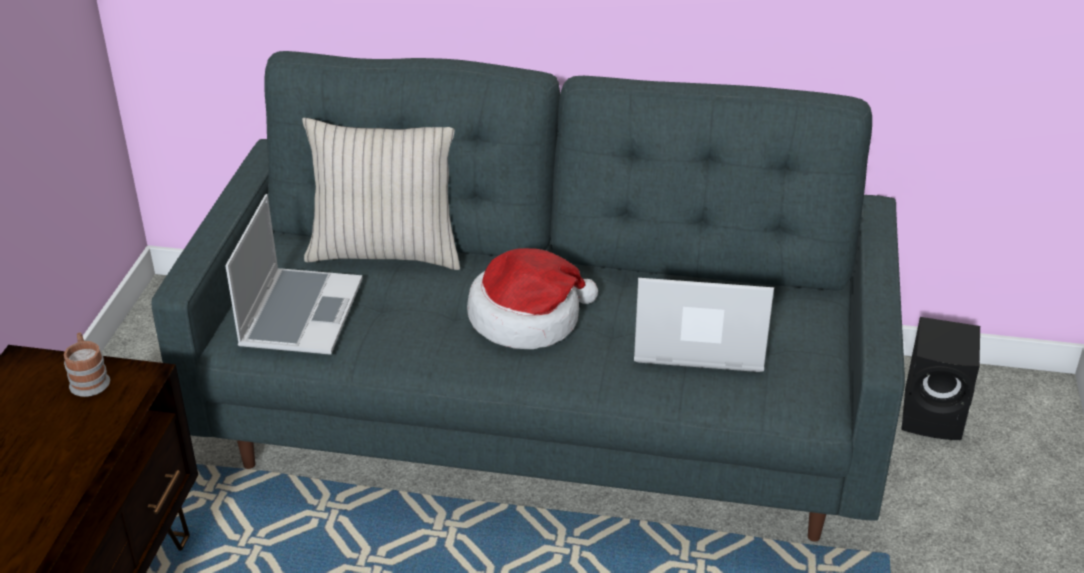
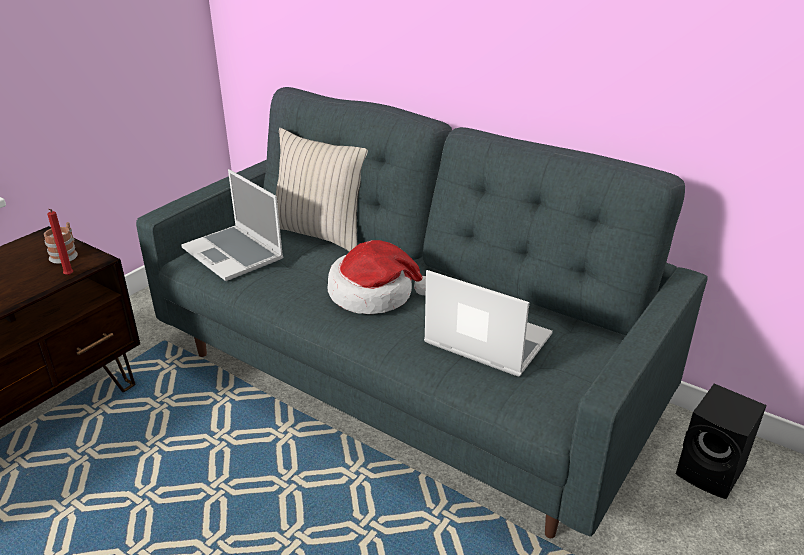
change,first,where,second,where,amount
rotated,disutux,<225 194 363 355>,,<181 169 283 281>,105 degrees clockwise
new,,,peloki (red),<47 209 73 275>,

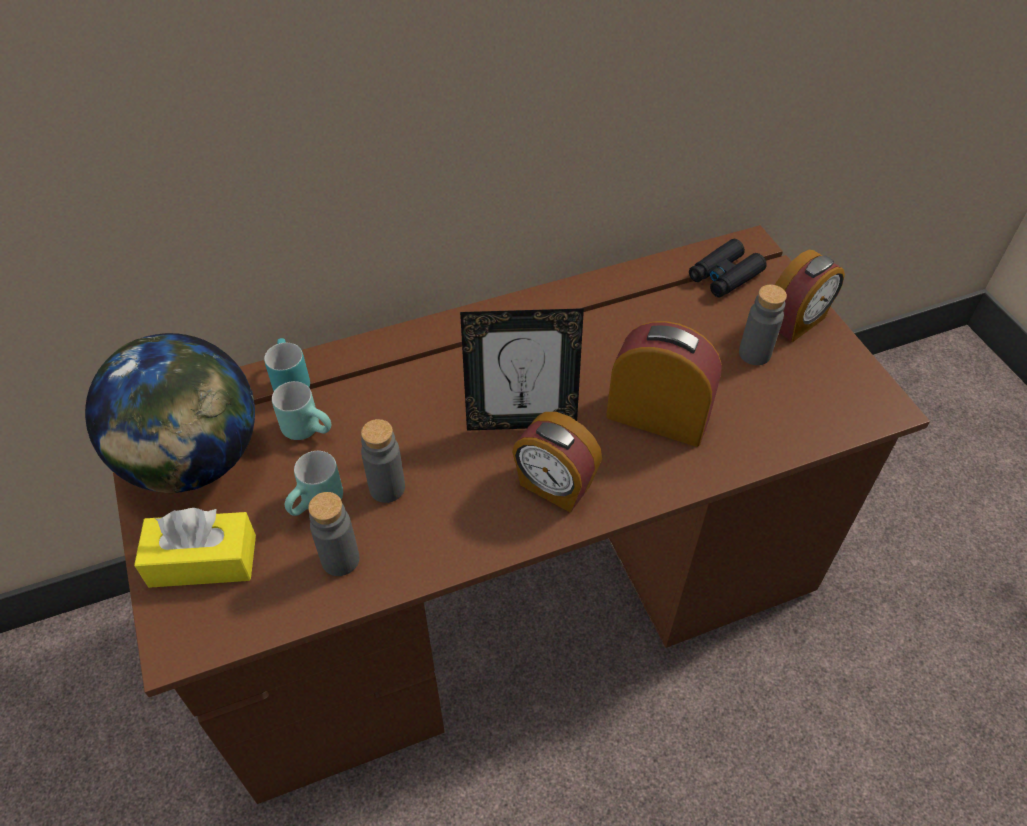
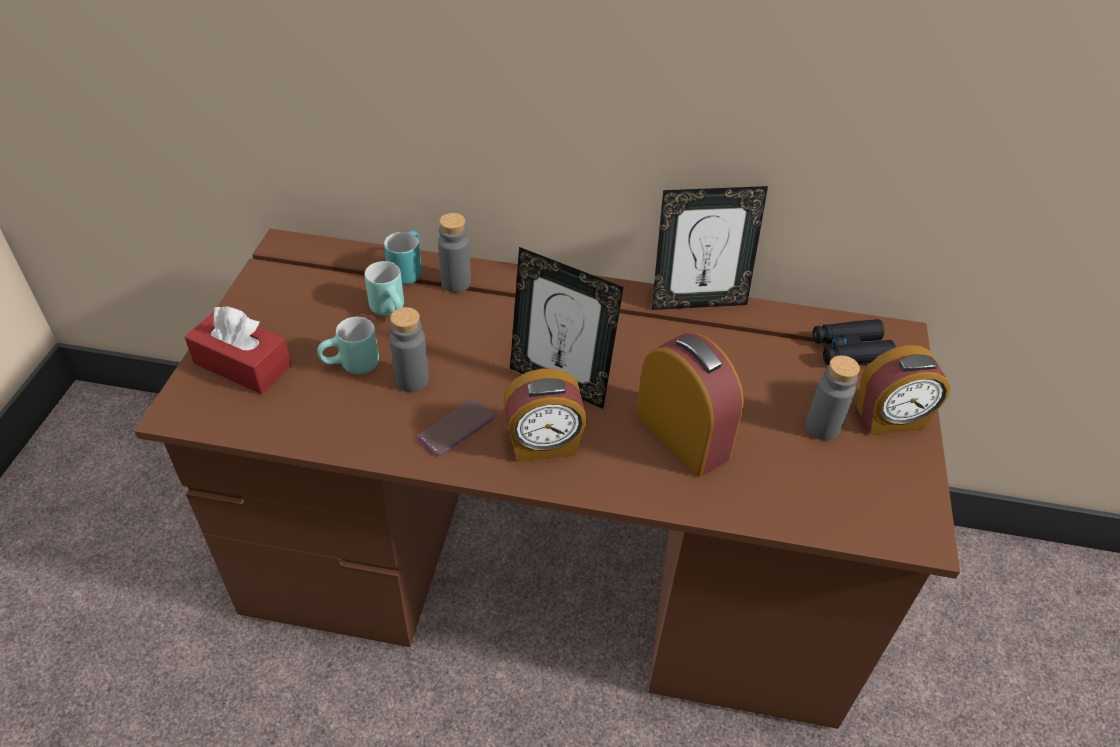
change,first,where,second,where,amount
gone,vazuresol,<85 333 255 493>,,,
repainted,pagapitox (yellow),<134 508 256 588>,pagapitox (red),<184 306 292 394>,
shifted,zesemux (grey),<308 492 359 576>,,<438 213 471 293>,
rotated,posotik,<512 412 602 513>,,<503 368 587 462>,75 degrees counterclockwise
new,,,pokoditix,<418 399 495 456>,
new,,,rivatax,<652 186 768 310>,

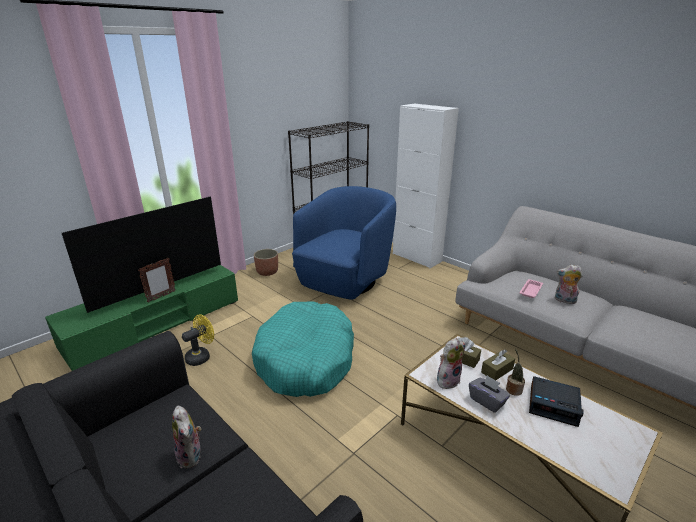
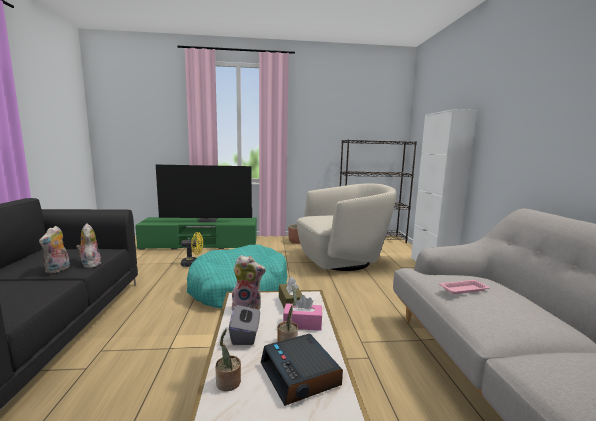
change,first,where,second,where,amount
gone,rivatax,<138 258 176 303>,,,
repainted,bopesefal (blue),<292 186 396 300>,bopesefal (beige),<297 183 397 271>,
repainted,pagapitox (brown),<481 350 515 380>,pagapitox (pink),<283 295 322 331>,
shifted,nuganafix,<555 265 582 304>,,<76 223 101 268>,
new,,,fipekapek,<215 329 241 391>,

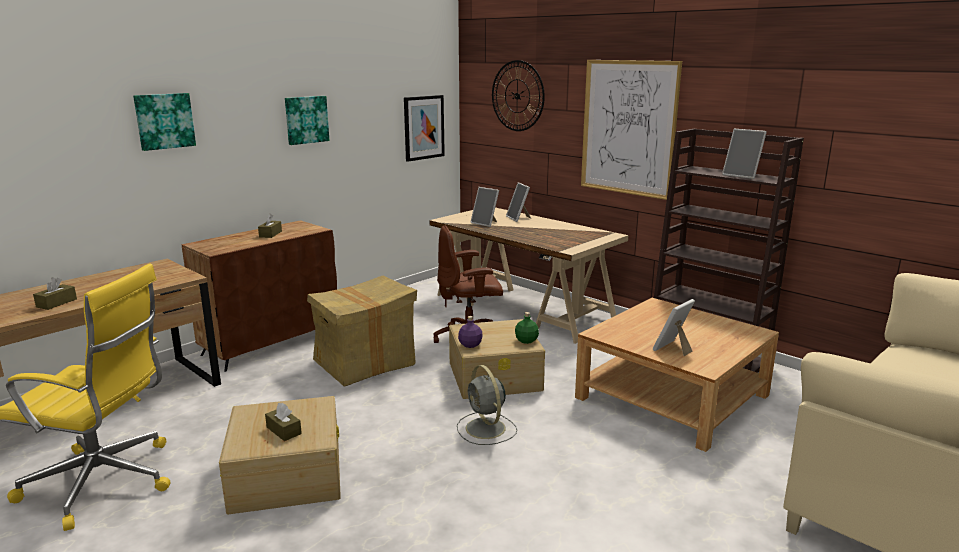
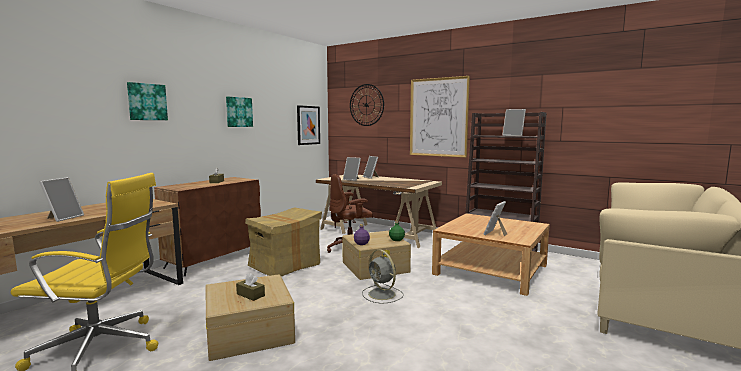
change,first,where,second,where,amount
swapped,pagapitox (brown),<33 277 77 310>,rivatax,<40 177 84 222>,

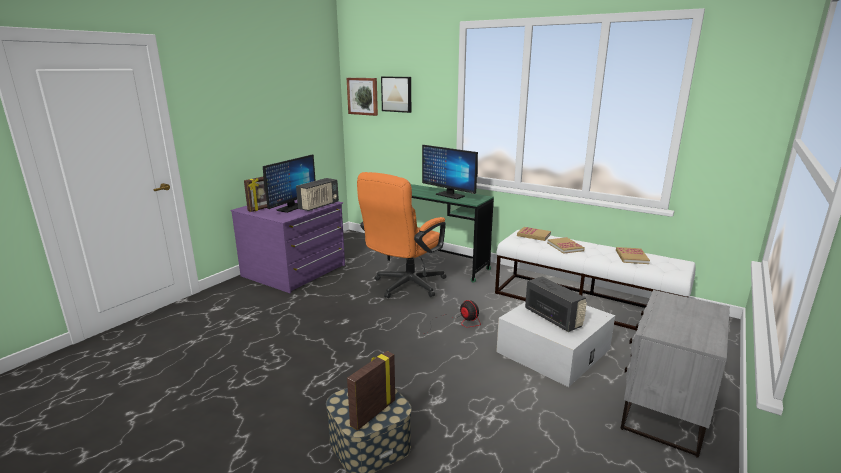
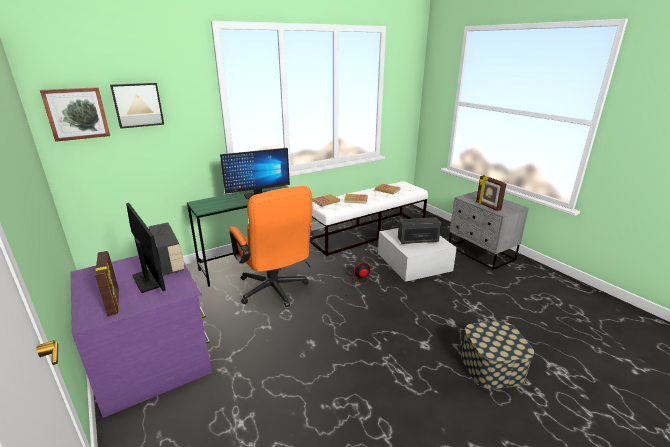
change,first,where,second,where,amount
shifted,rivatax,<347 351 395 431>,,<476 175 507 211>,

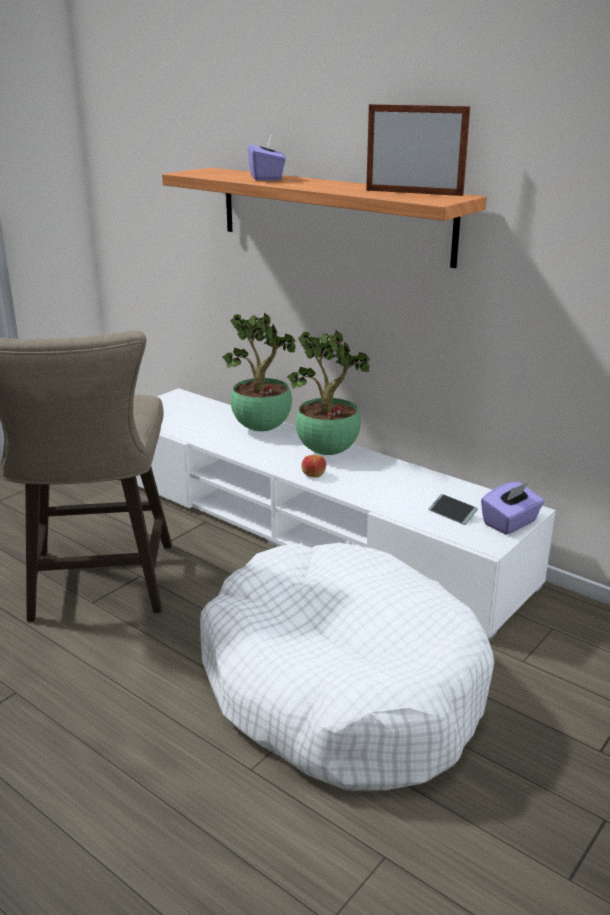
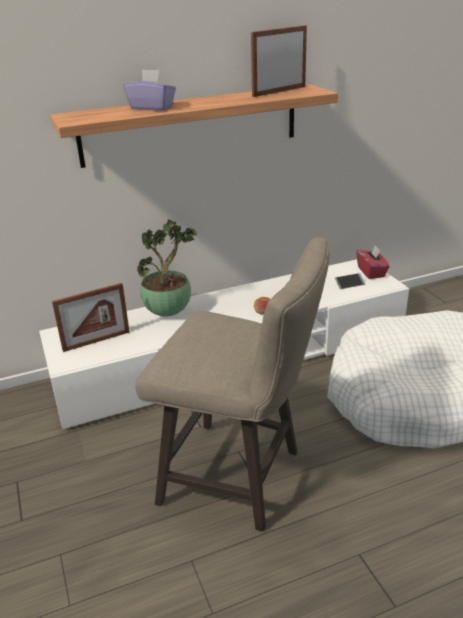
change,first,where,second,where,amount
gone,fipekapek,<287 331 370 455>,,,
repainted,pagapitox (purple),<481 482 544 535>,pagapitox (red),<357 245 390 279>,
new,,,rivatax,<52 283 130 352>,

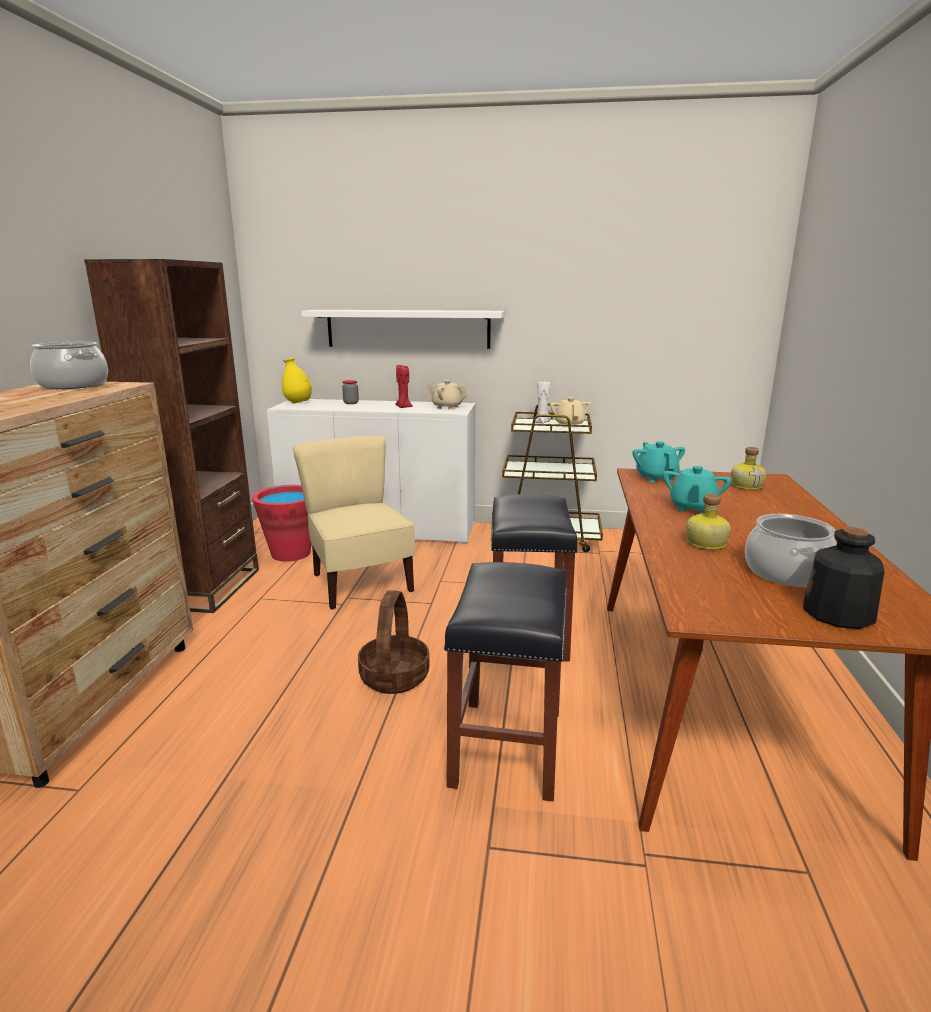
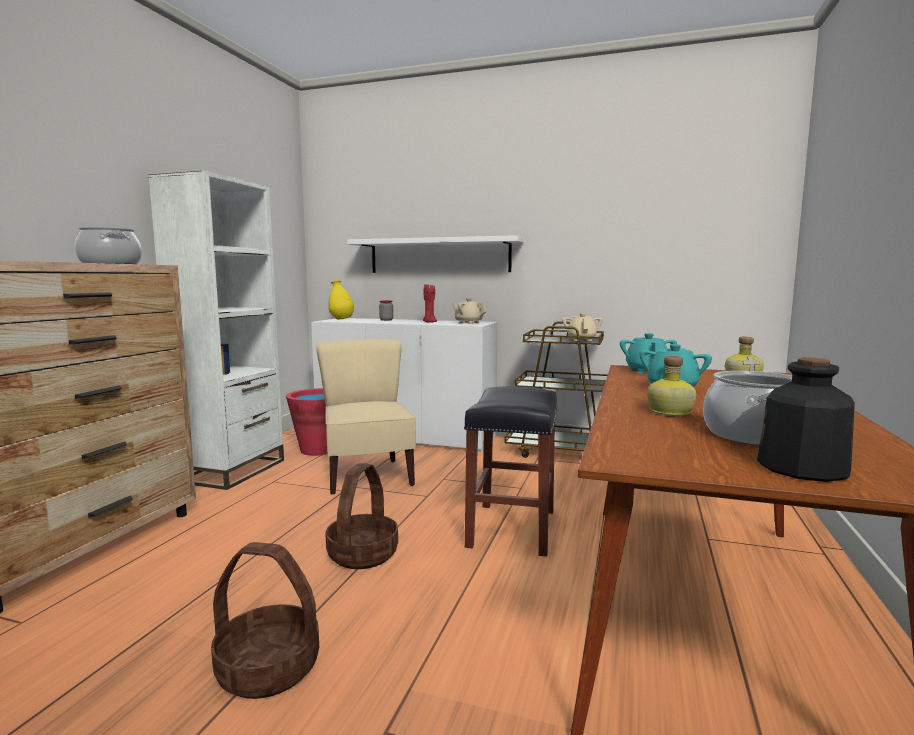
change,first,where,second,where,amount
repainted,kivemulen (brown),<84 259 259 613>,kivemulen (white),<148 170 284 490>,
gone,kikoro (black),<444 562 567 801>,,,
gone,peloki (white),<535 381 550 423>,,,
new,,,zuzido,<211 542 319 699>,

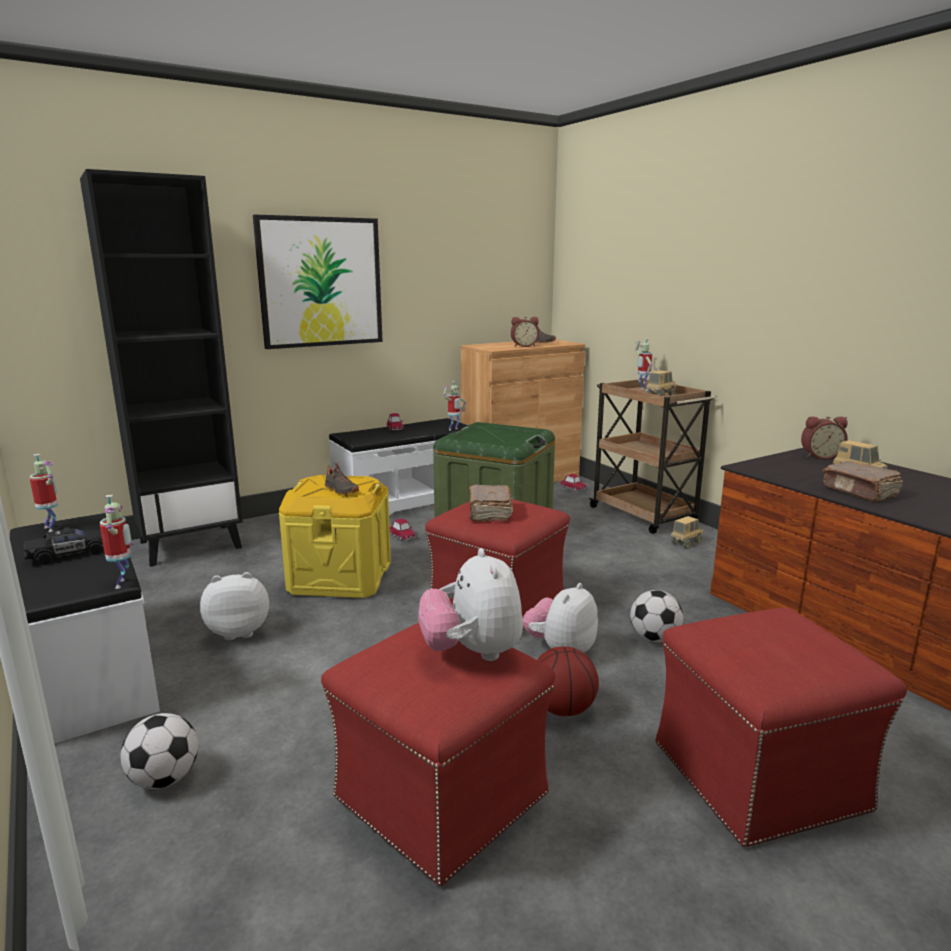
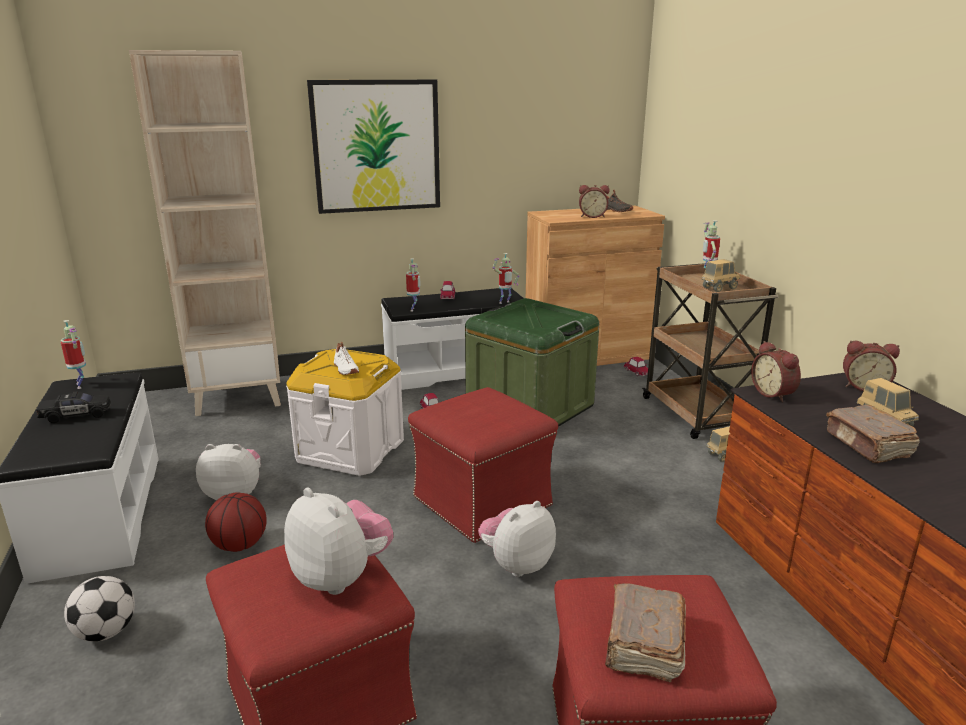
change,first,where,second,where,amount
repainted,kivemulen (black),<80 169 243 567>,kivemulen (beige),<129 50 281 416>,
shifted,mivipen,<100 495 134 589>,,<406 258 421 312>,
repainted,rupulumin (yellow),<279 475 391 598>,rupulumin (white),<286 349 404 476>,
repainted,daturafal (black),<325 462 359 495>,daturafal (white),<334 342 359 375>,
rotated,nuganafix,<418 548 523 661>,,<284 488 394 595>,135 degrees clockwise
shifted,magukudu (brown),<469 485 513 521>,,<605 583 686 682>,
shifted,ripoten,<537 646 599 716>,,<205 492 267 552>,
gone,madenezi,<630 590 683 642>,,,
new,,,posotik,<751 341 801 402>,

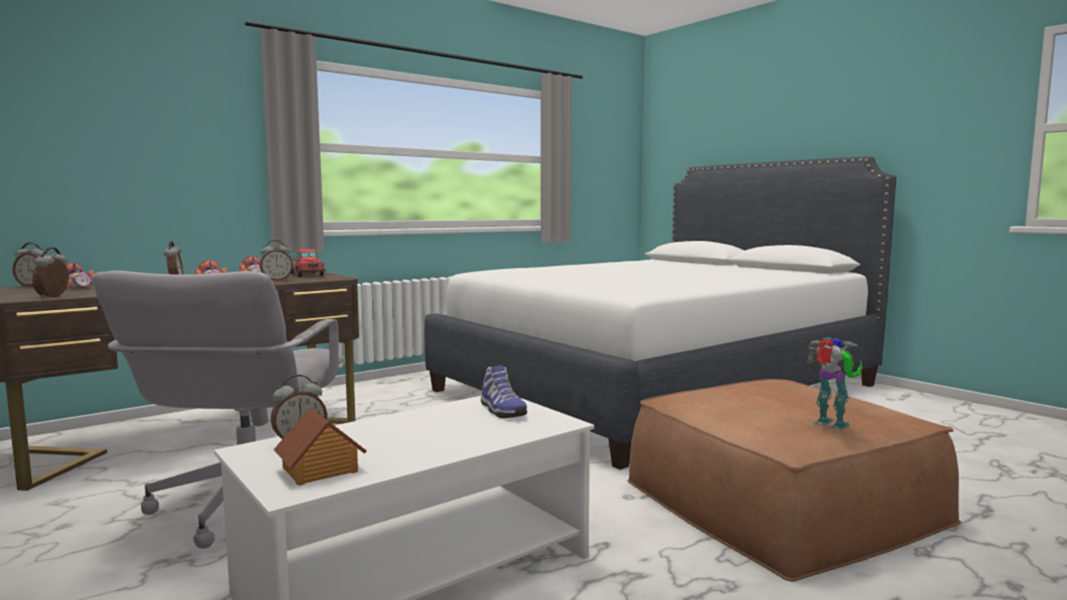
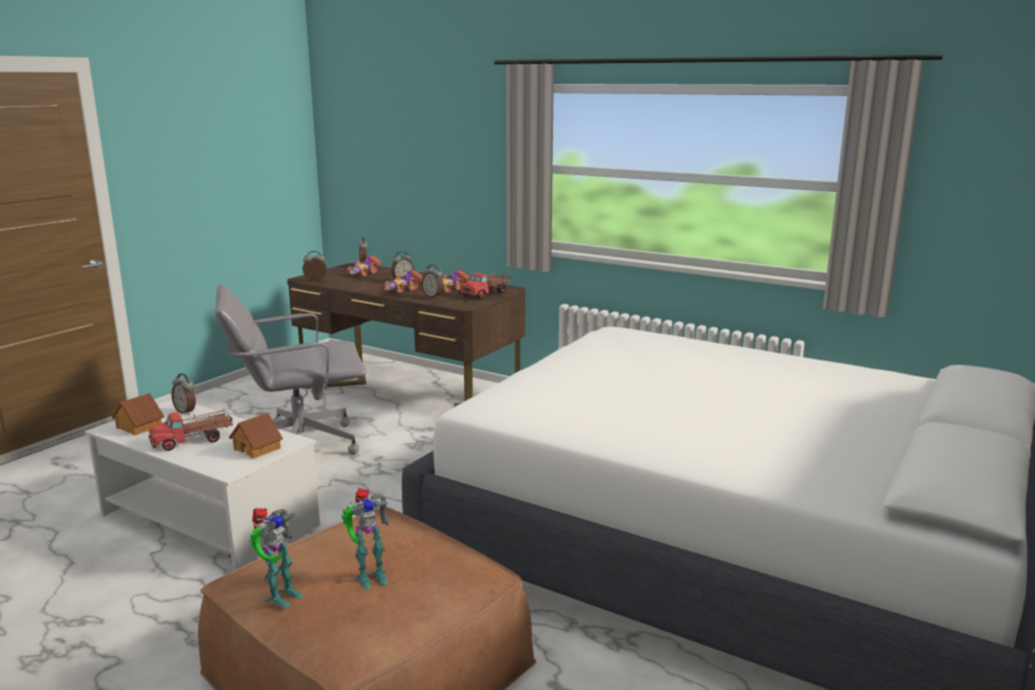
change,first,where,second,where,amount
swapped,daturafal,<481 365 527 418>,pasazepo,<229 413 283 459>,
new,,,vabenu,<148 410 233 451>,
new,,,mivipen,<341 488 389 589>,

